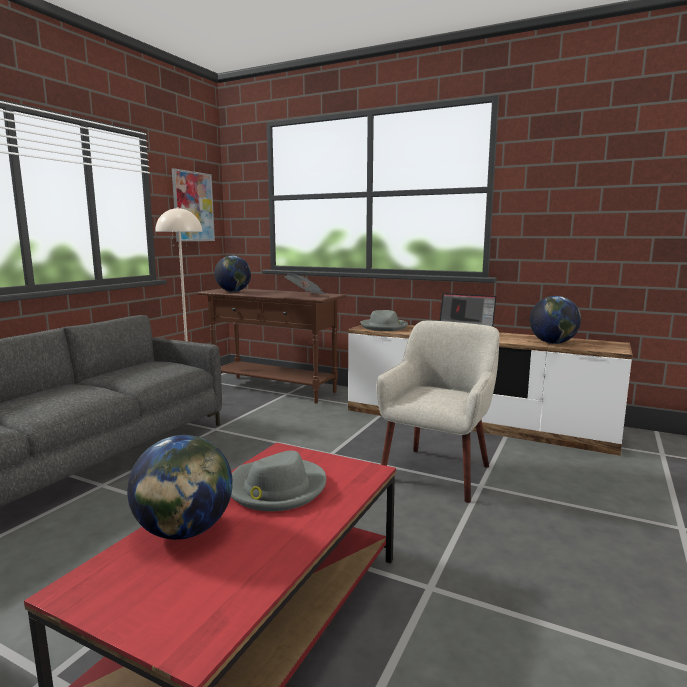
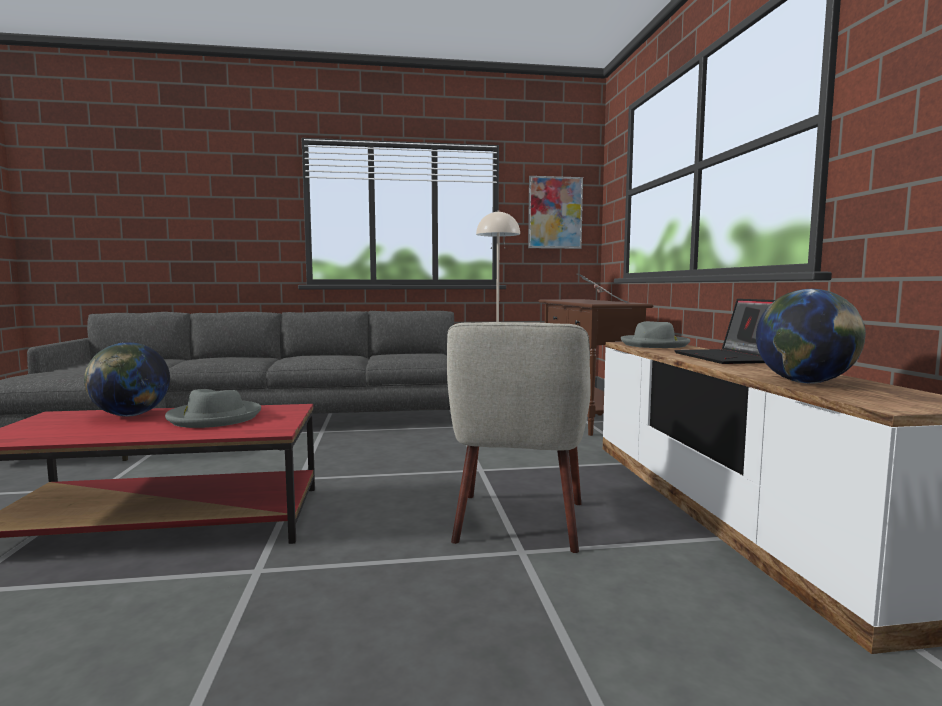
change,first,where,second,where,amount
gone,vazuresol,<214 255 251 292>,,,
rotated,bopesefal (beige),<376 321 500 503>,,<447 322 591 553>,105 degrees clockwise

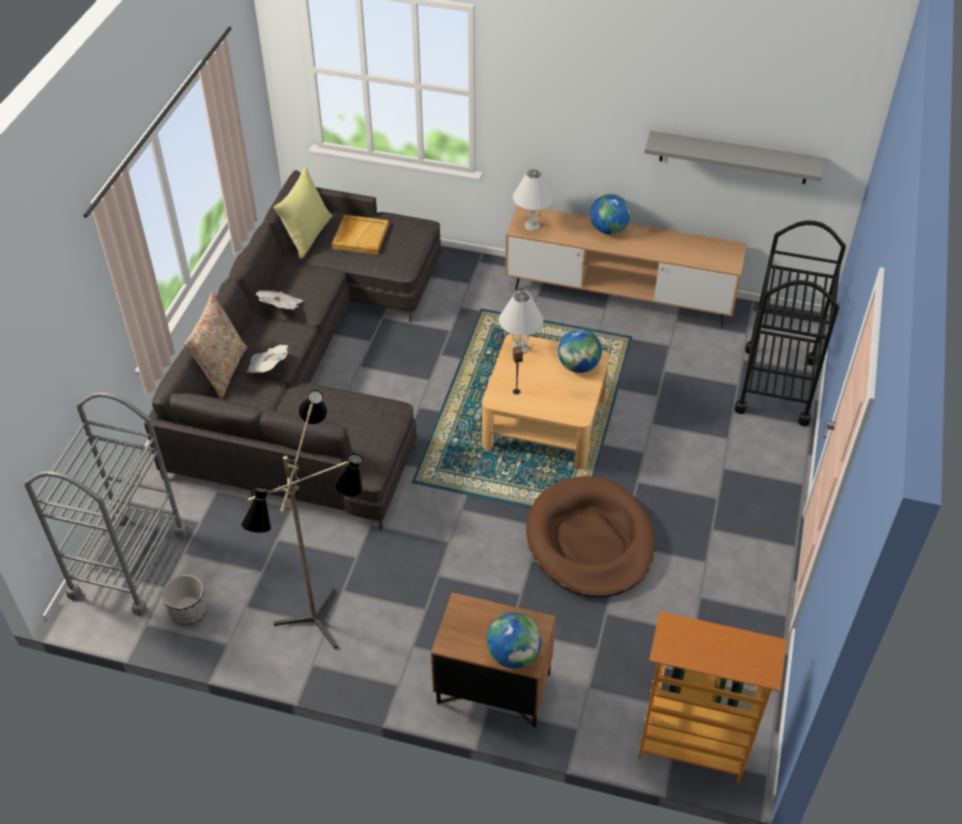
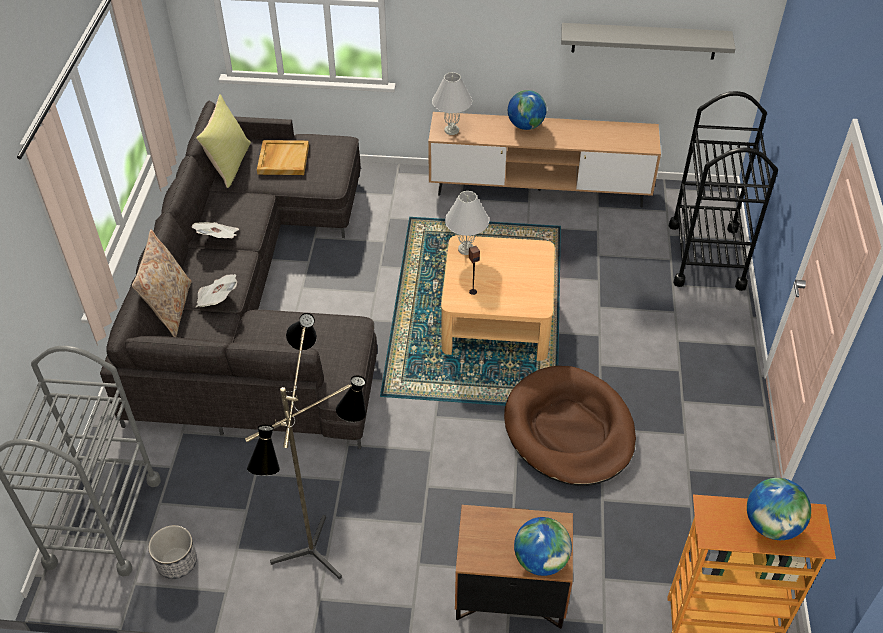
change,first,where,second,where,amount
shifted,vazuresol,<558 329 602 373>,,<747 478 811 540>,

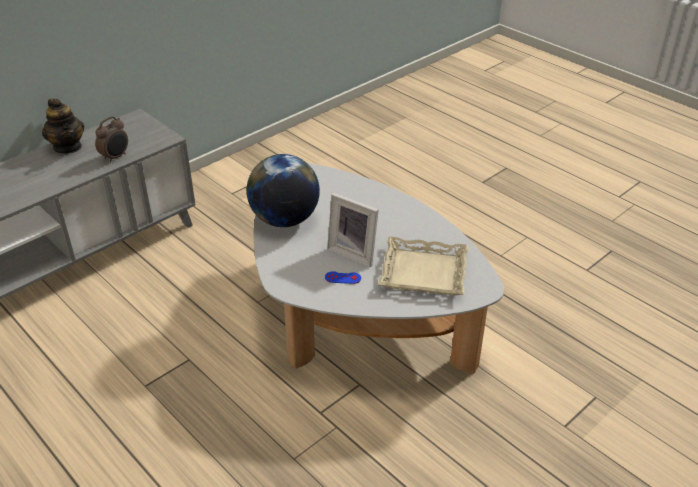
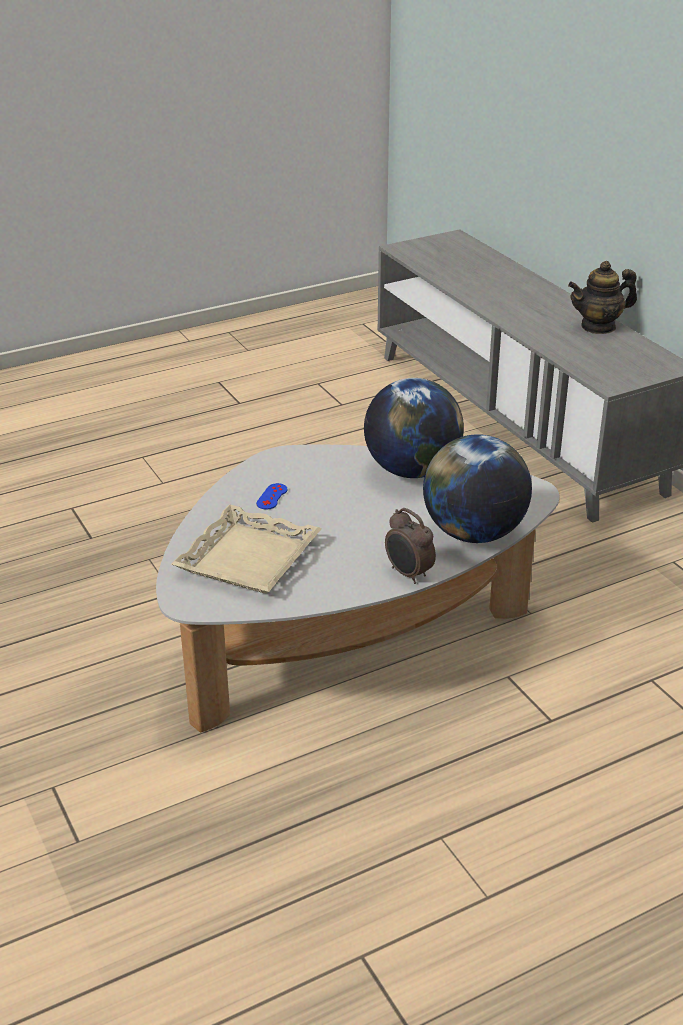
change,first,where,second,where,amount
shifted,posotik,<95 116 128 163>,,<385 508 436 584>,
gone,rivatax,<327 193 379 267>,,,
new,,,vazuresol,<423 434 532 543>,

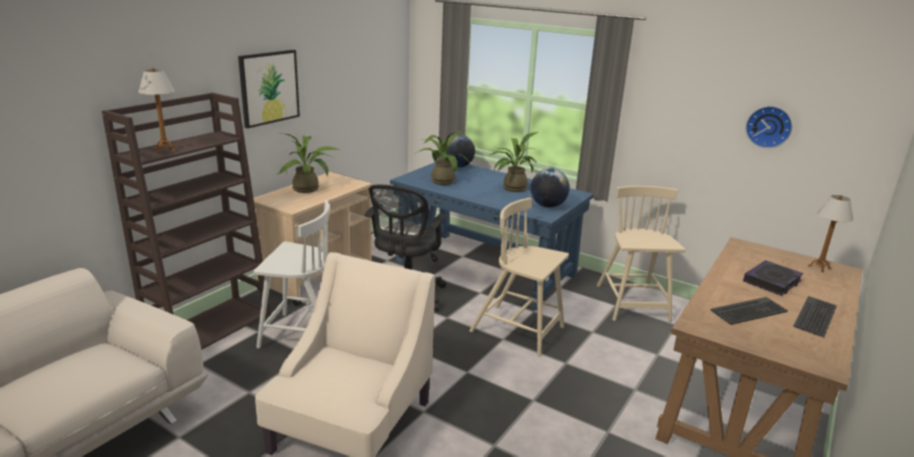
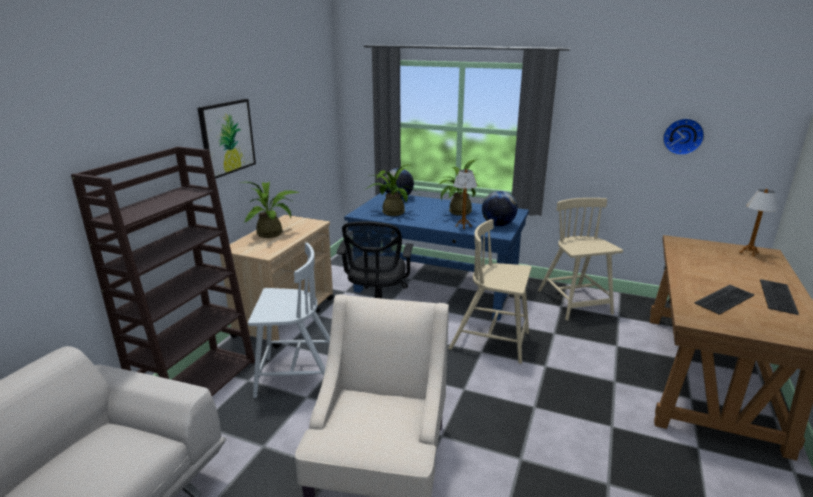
change,first,where,second,where,amount
shifted,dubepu,<138 68 176 153>,,<453 169 477 229>,
gone,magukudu,<743 260 803 296>,,,

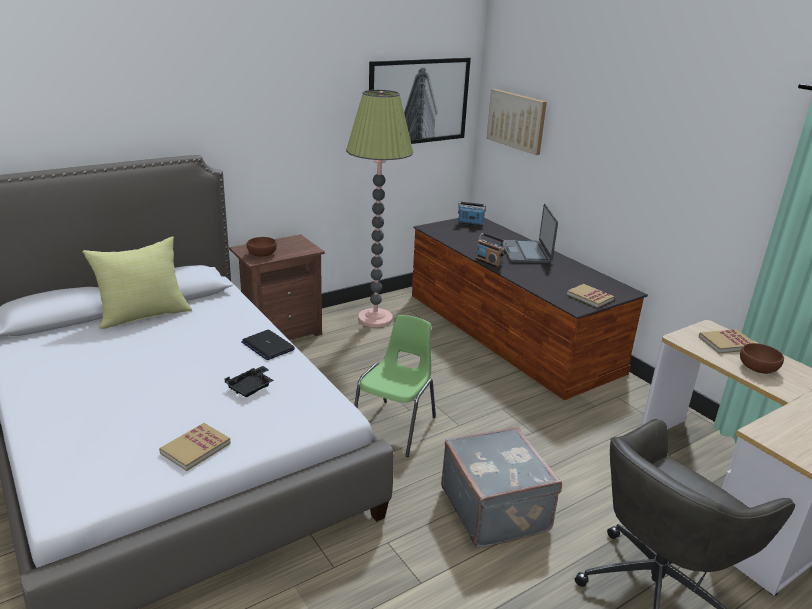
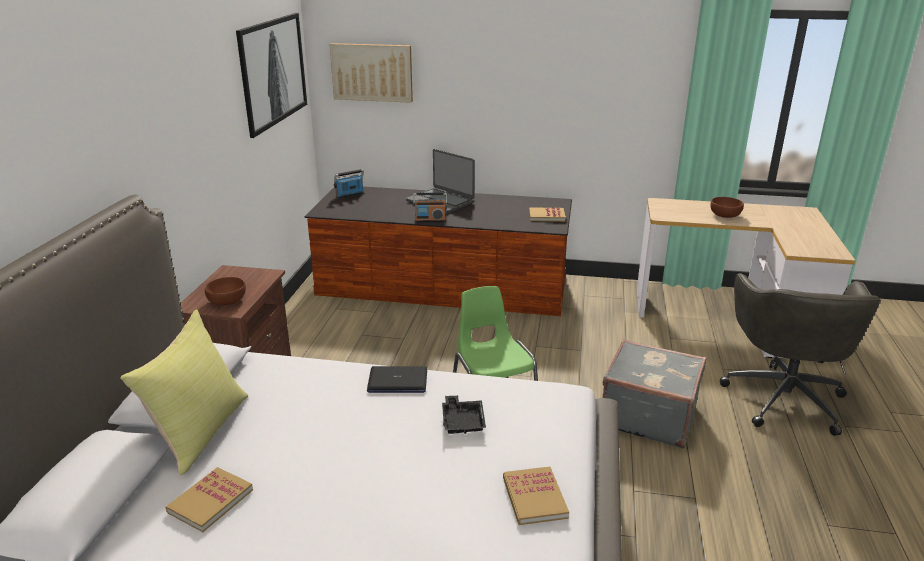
change,first,where,second,where,amount
gone,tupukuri,<346 90 413 327>,,,
shifted,magukudu,<698 329 755 353>,,<165 467 253 532>,

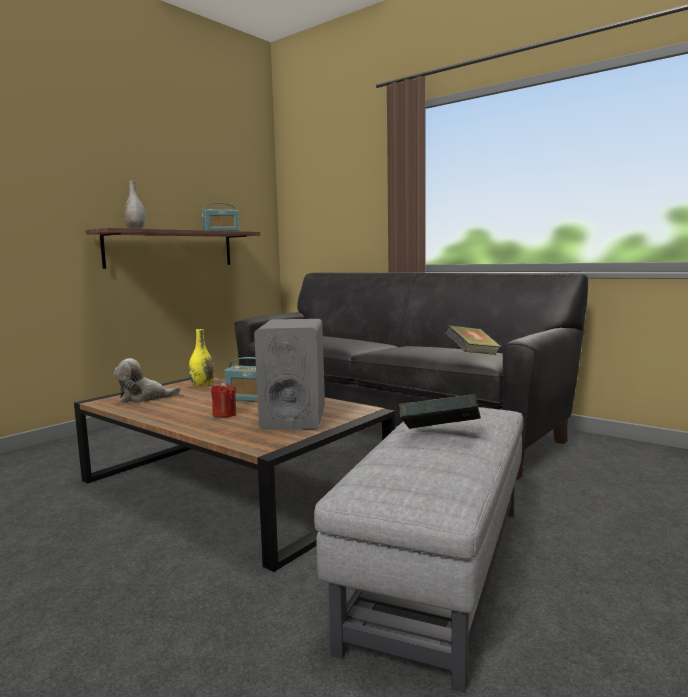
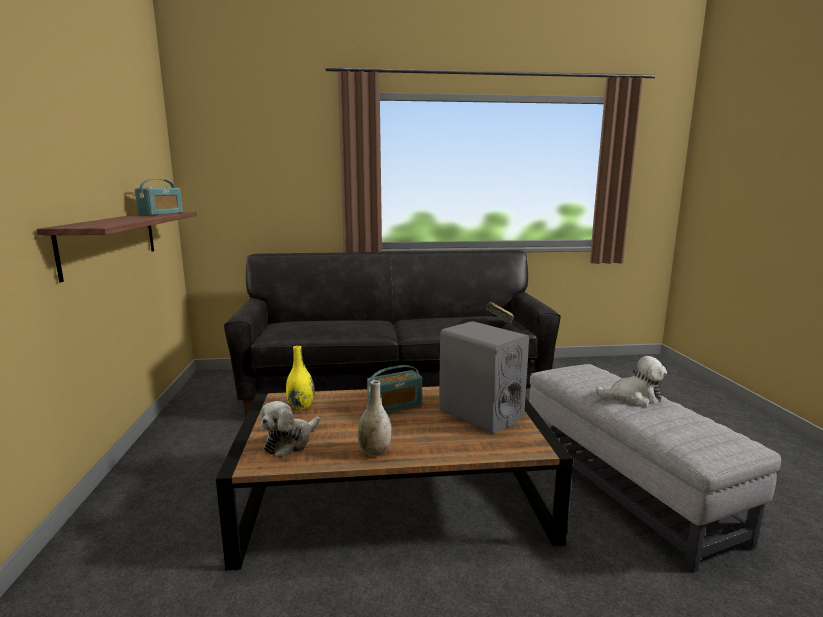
change,first,where,second,where,amount
shifted,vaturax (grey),<123 181 146 229>,,<358 380 391 457>,
gone,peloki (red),<211 381 236 418>,,,
swapped,magukudu,<399 394 481 429>,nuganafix,<596 356 667 406>,

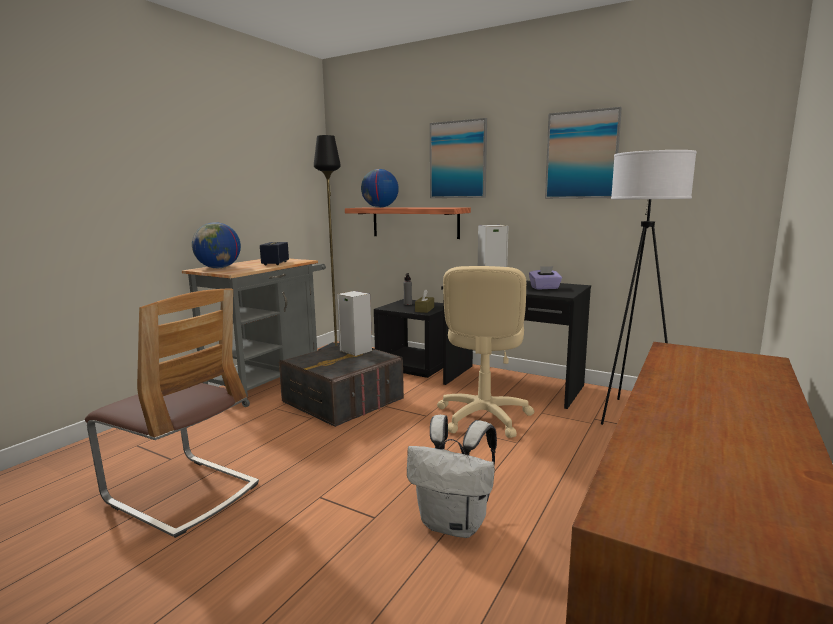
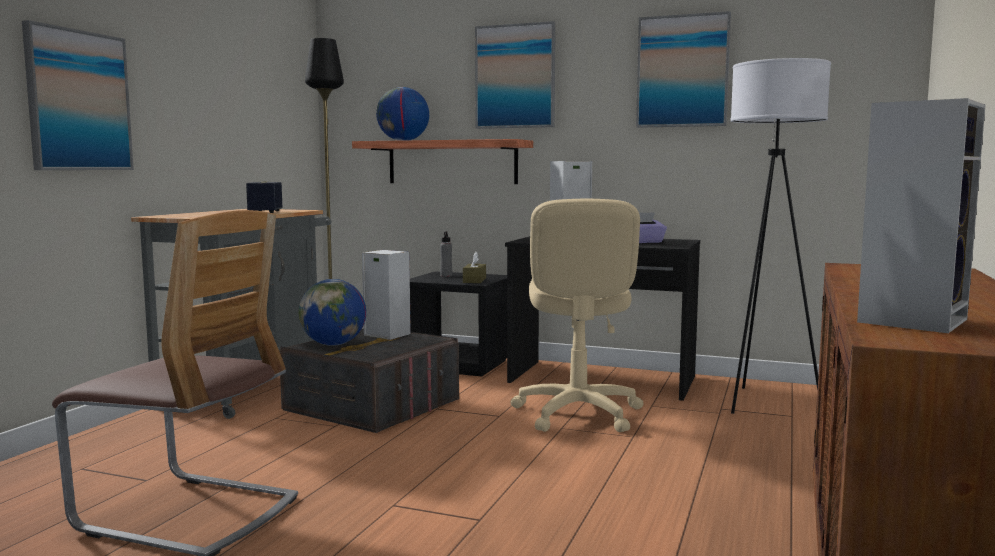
change,first,where,second,where,amount
shifted,vazuresol,<192 222 241 268>,,<299 279 366 346>,
gone,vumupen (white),<407 415 497 538>,,,
new,,,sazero,<22 20 134 170>,
new,,,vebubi,<857 98 986 333>,

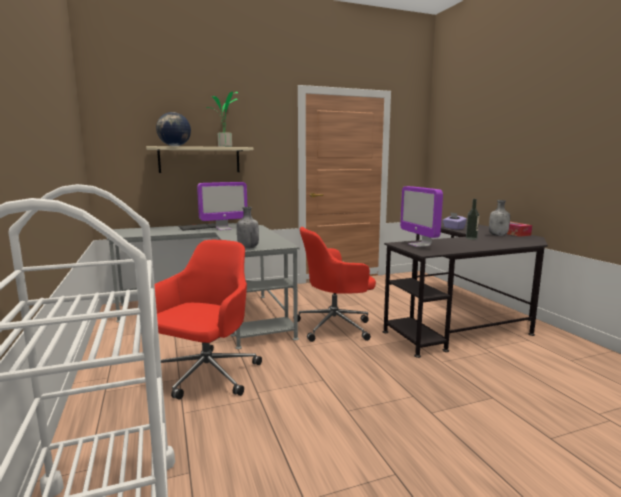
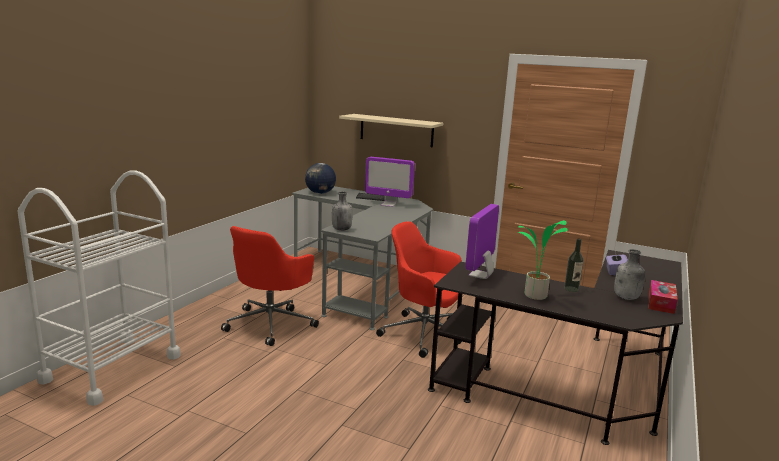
change,first,where,second,where,amount
rotated,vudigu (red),<154 240 262 400>,,<221 226 319 346>,135 degrees clockwise
shifted,vazuresol,<156 112 191 146>,,<305 163 336 194>,
shifted,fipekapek,<206 92 238 147>,,<518 220 568 300>,

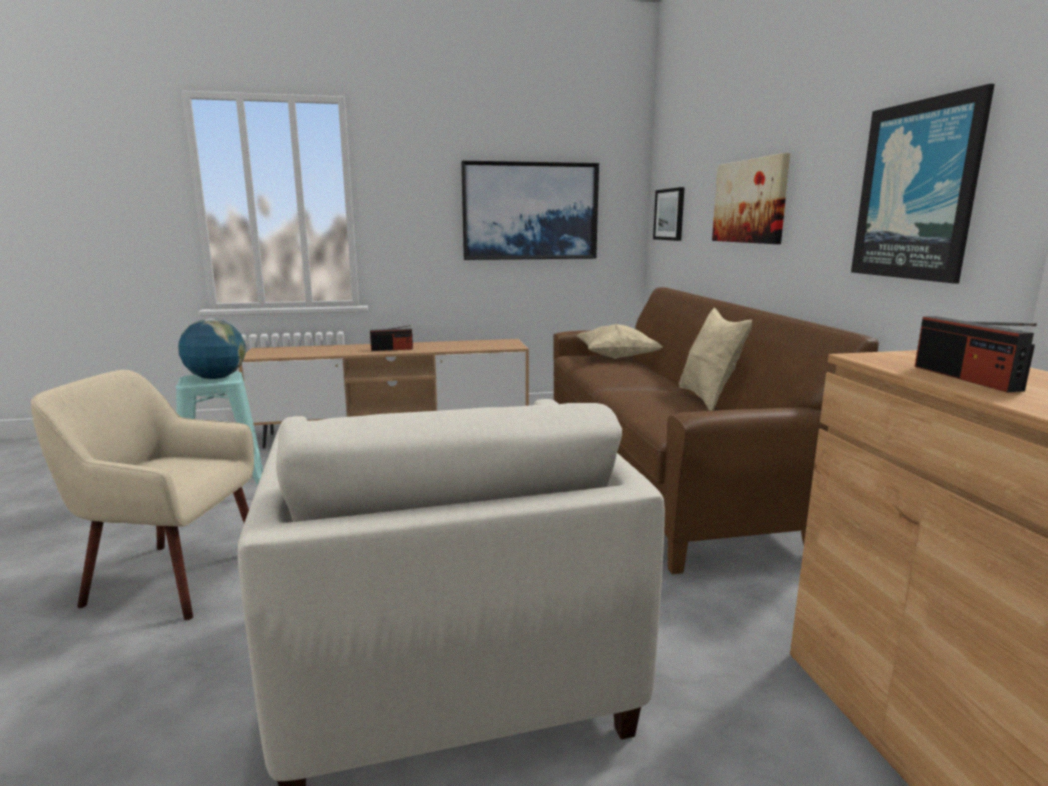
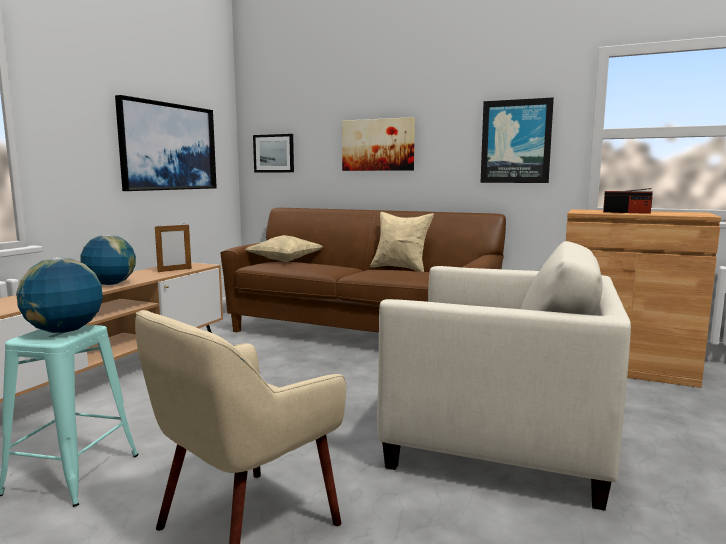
change,first,where,second,where,amount
swapped,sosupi,<370 325 413 351>,vazuresol,<81 234 136 285>,
new,,,rivatax,<155 223 192 272>,

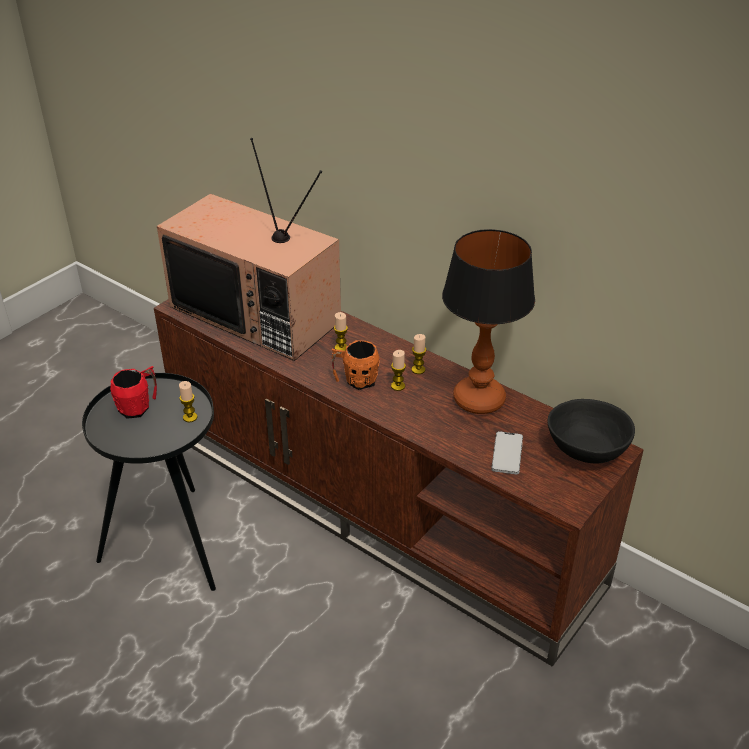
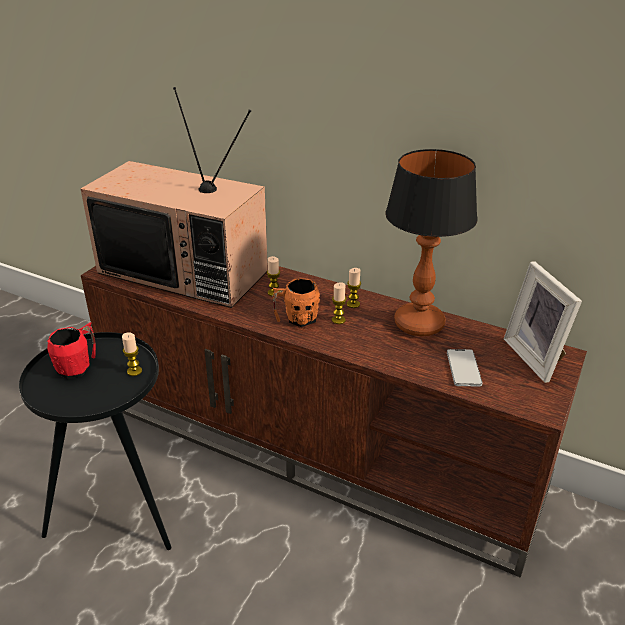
change,first,where,second,where,amount
swapped,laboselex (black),<547 399 635 463>,rivatax,<504 261 582 383>,

